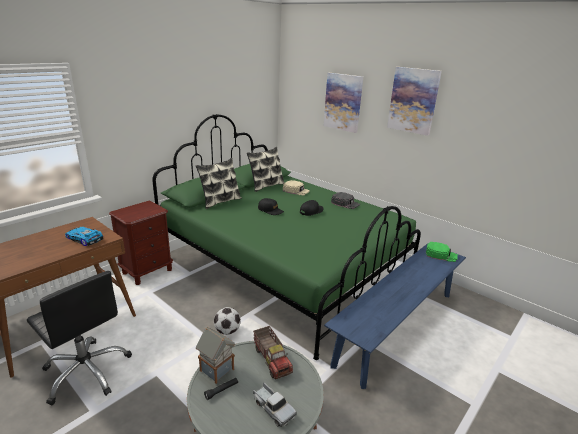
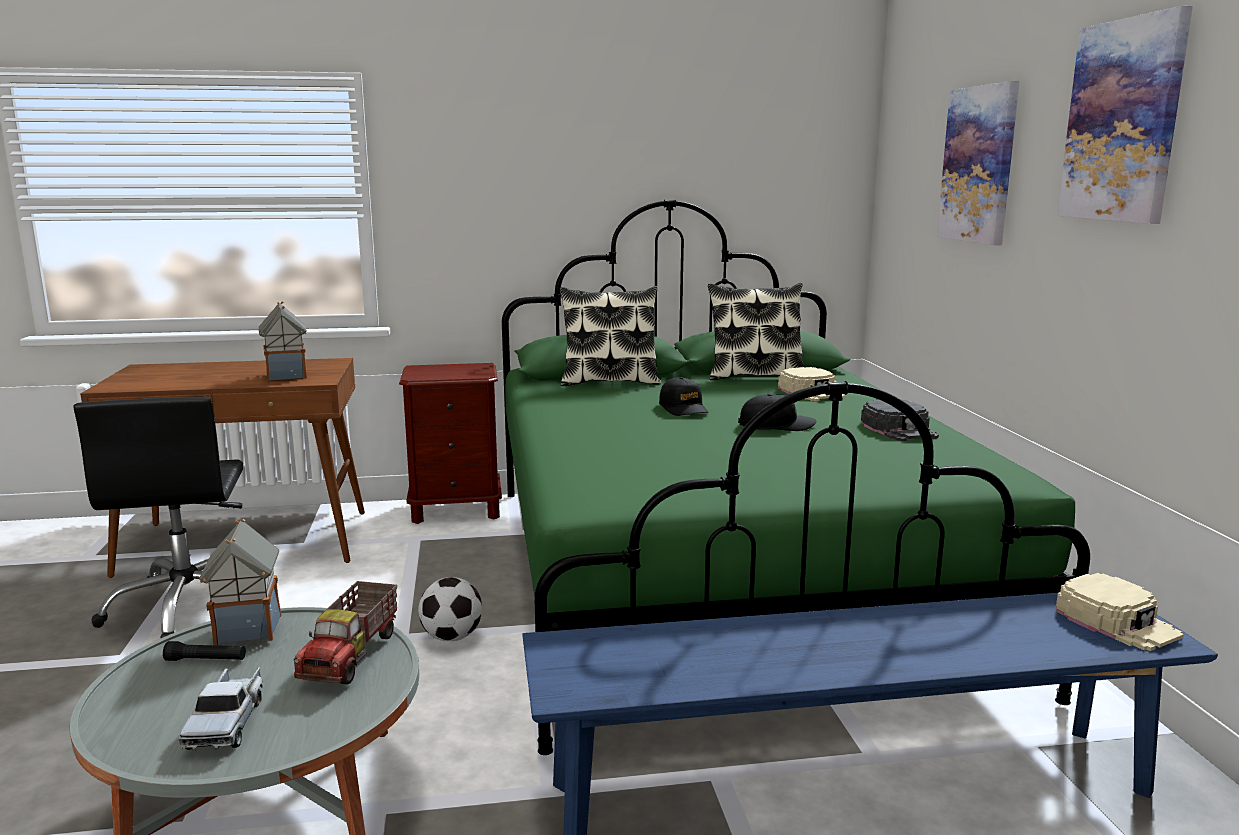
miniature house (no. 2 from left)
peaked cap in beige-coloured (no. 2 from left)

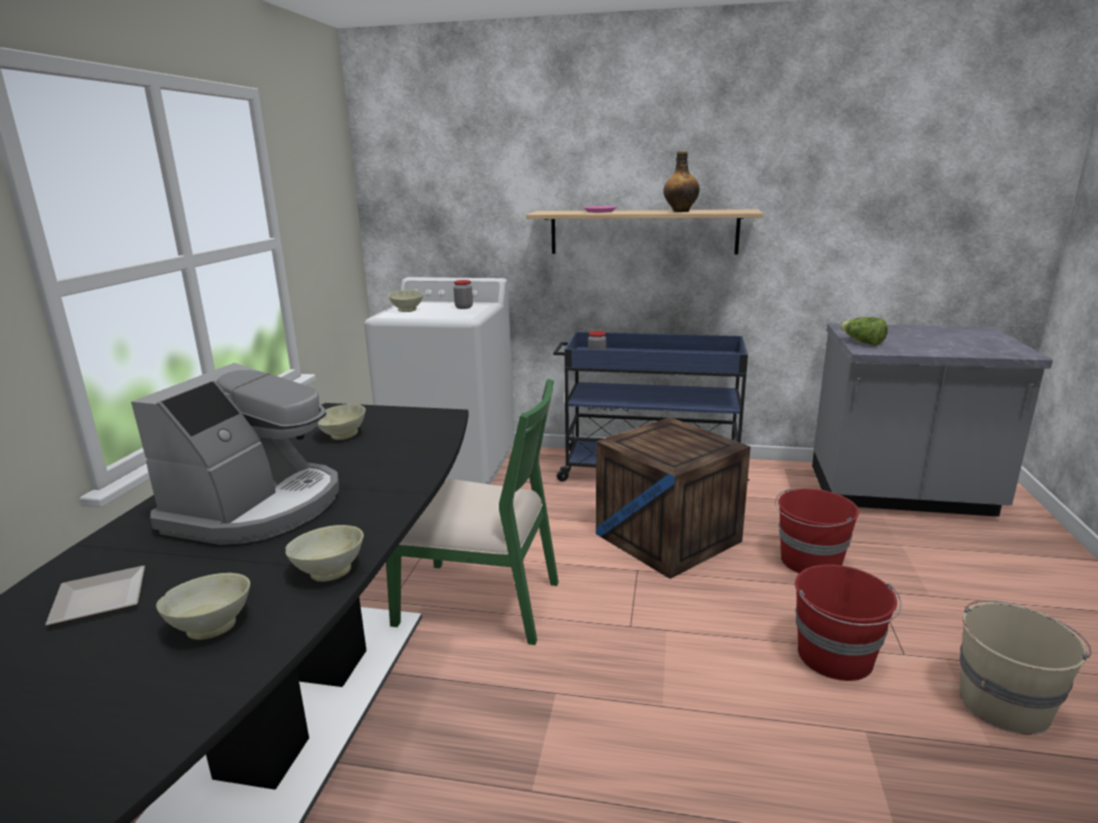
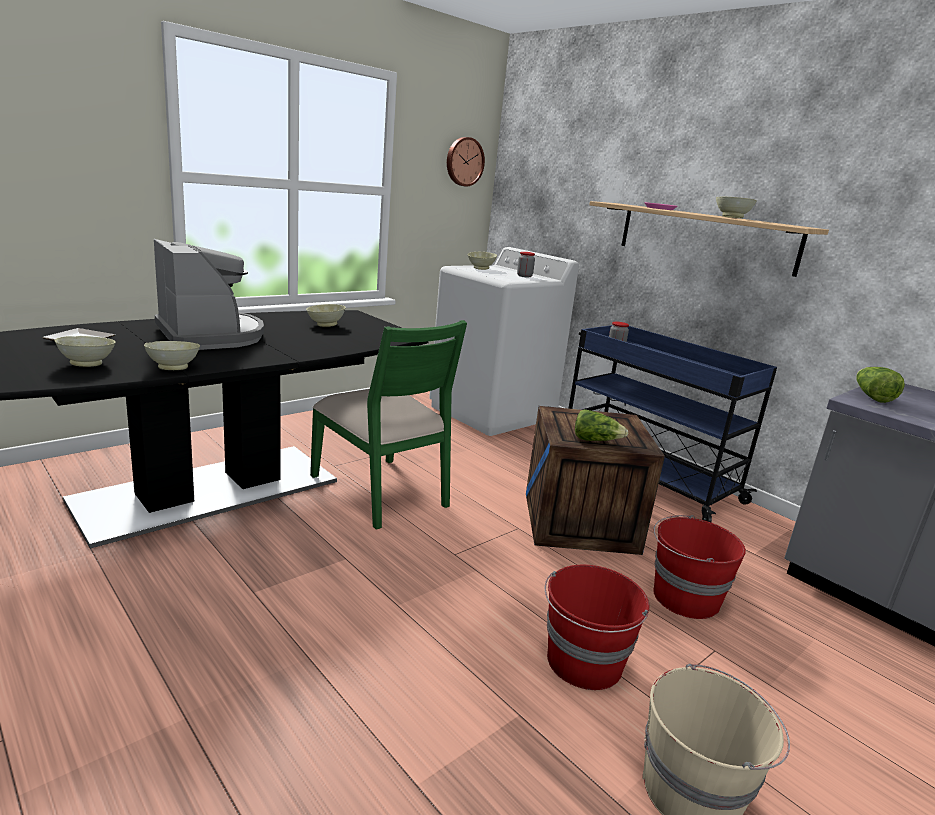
coffee machine
clock on the wall
head of lettuce (no. 1 from left)
serving bowl in beige-coloured (no. 5 from left)

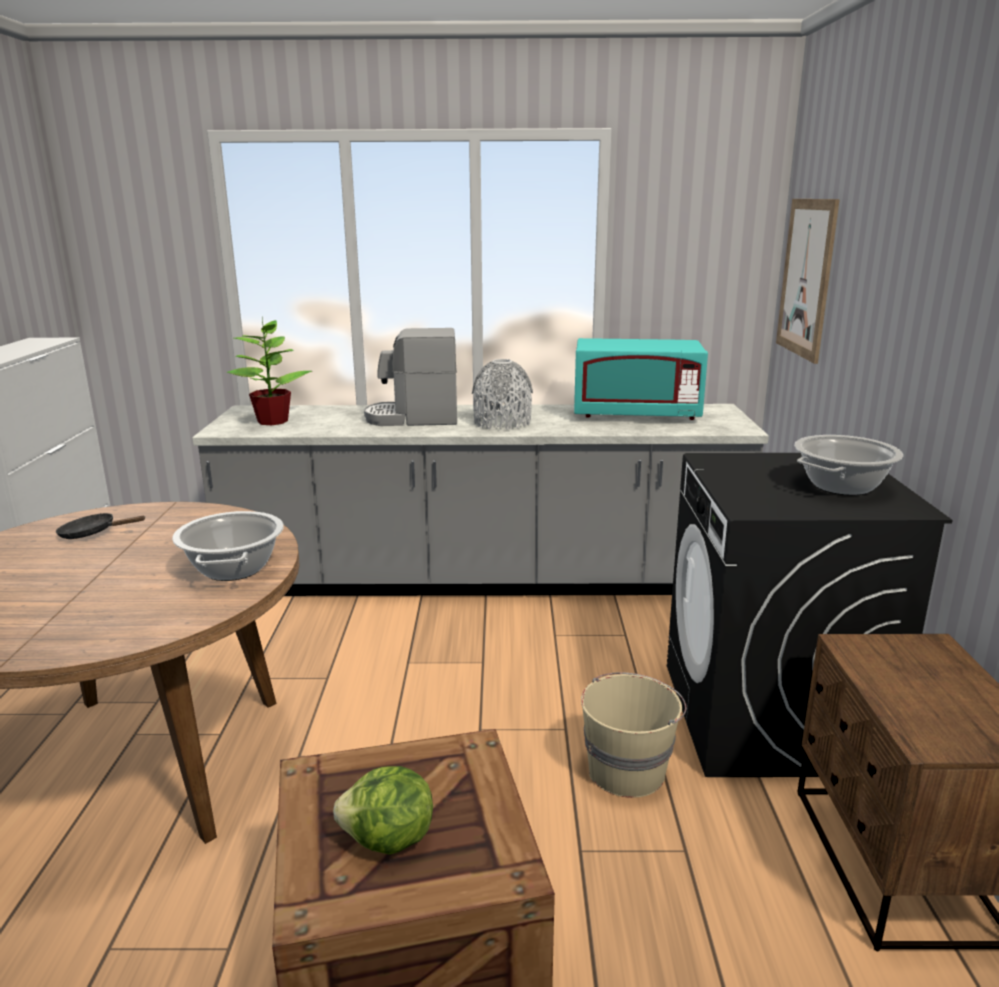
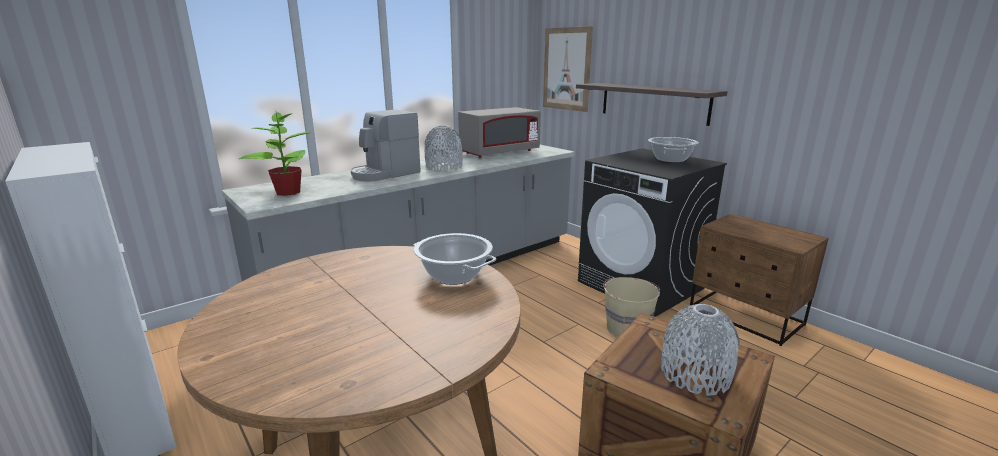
kitchen microwave in gray
bracket shelf
decorative vase in gray (no. 2 from left)
pan in black

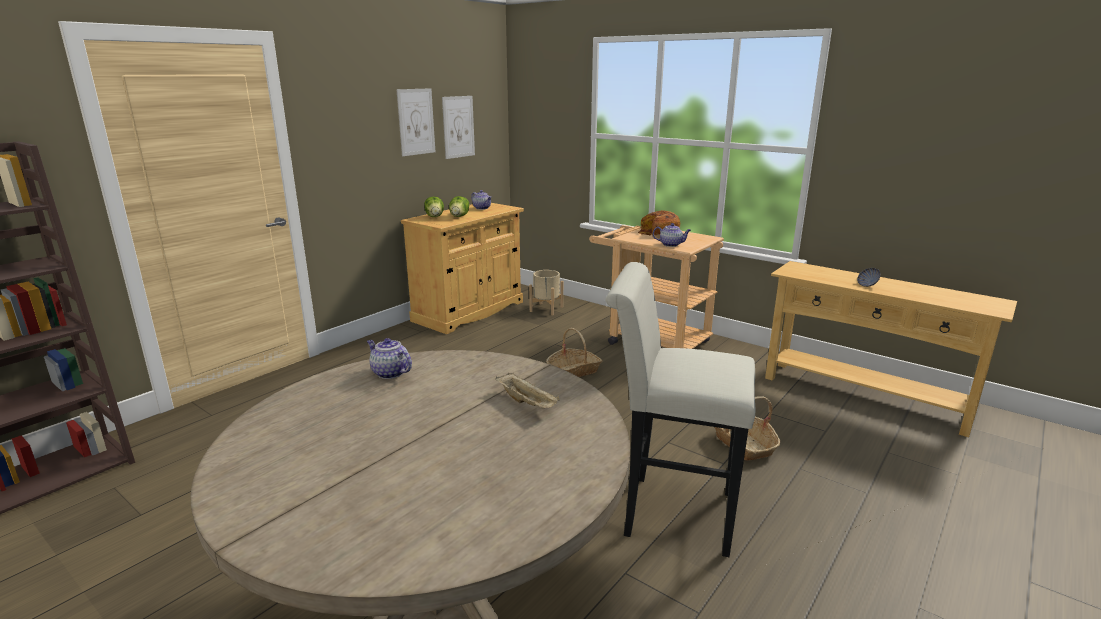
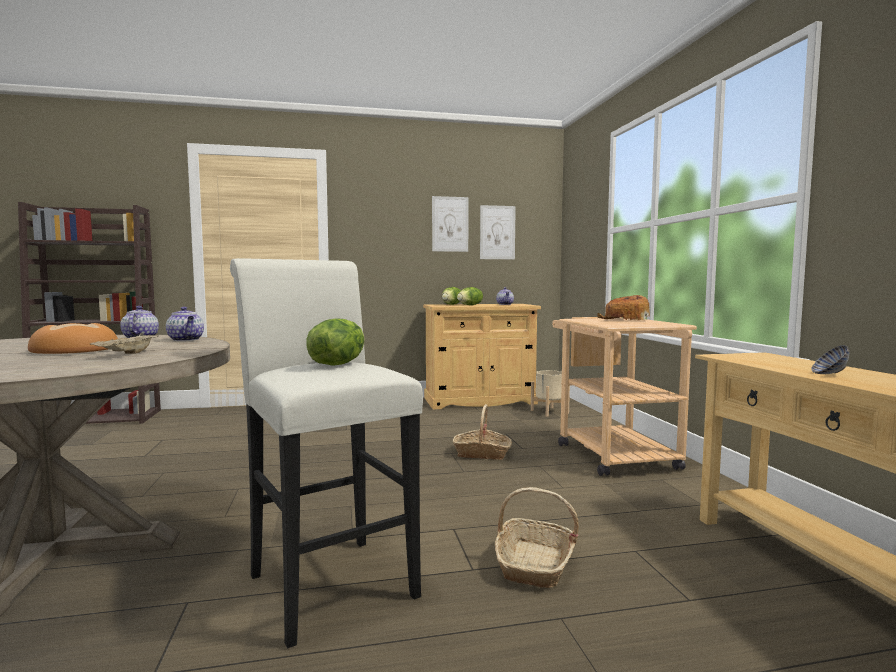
bread (no. 1 from left)
teapot (no. 2 from left)
head of lettuce (no. 1 from left)

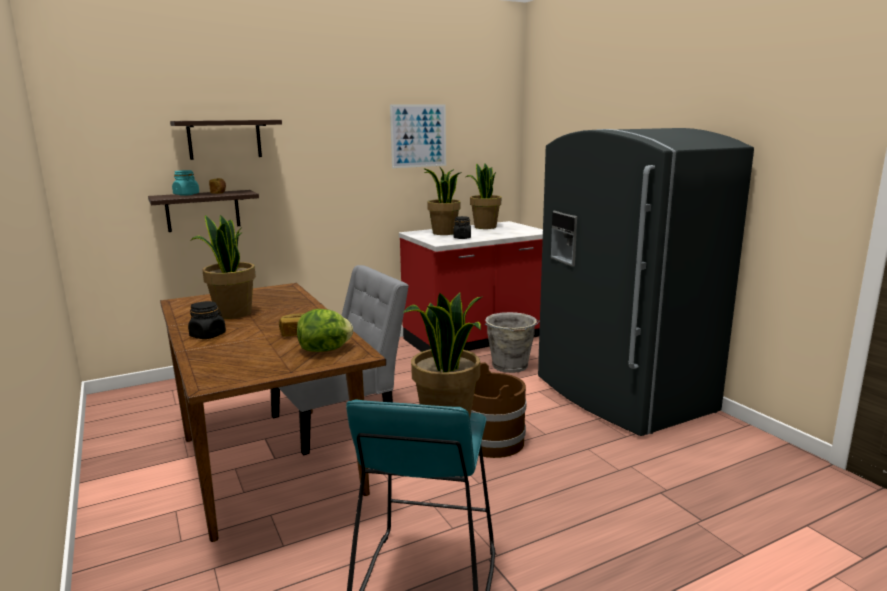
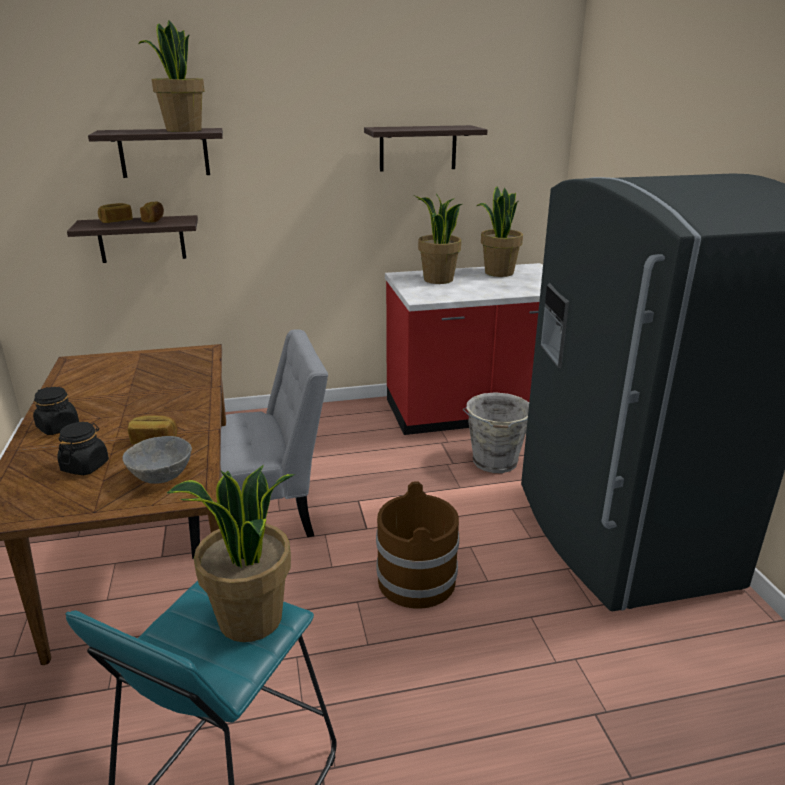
jar in black (no. 2 from left)
bread (no. 1 from left)
serving bowl in gray
potted plant (no. 1 from left)
bracket shelf (no. 3 from left)

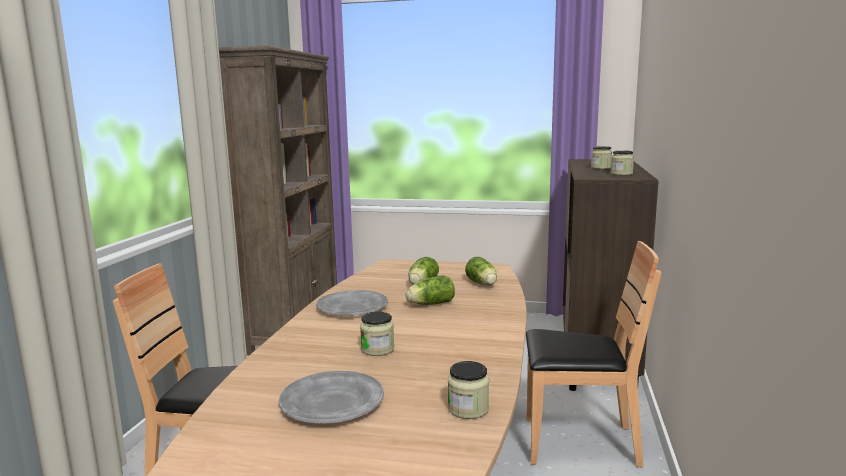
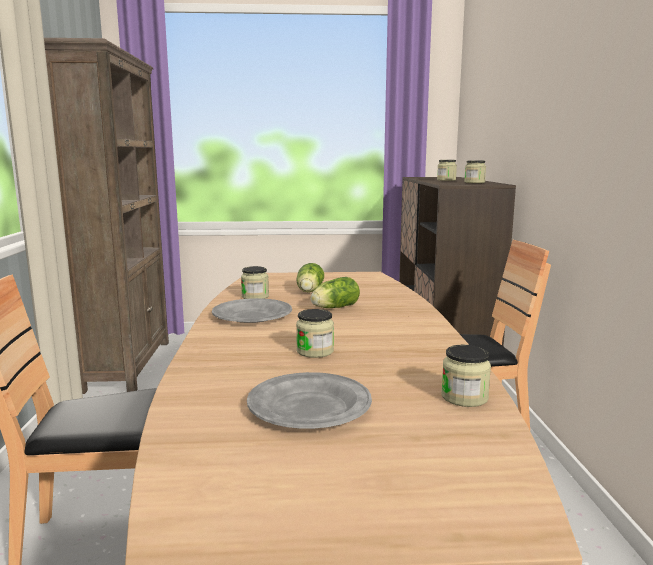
jar (no. 1 from left)
head of lettuce (no. 3 from left in the first image)

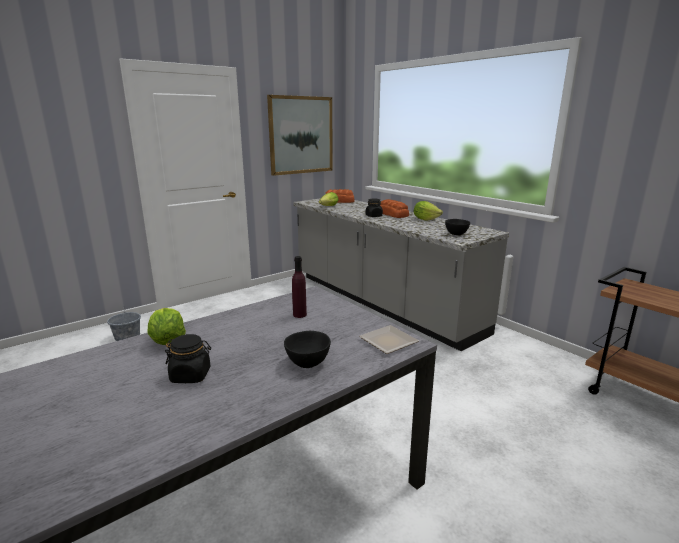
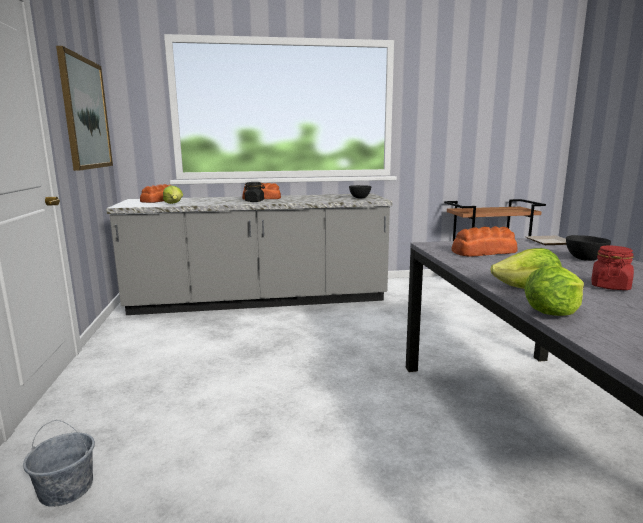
bread (no. 3 from left)
head of lettuce (no. 3 from left)
jar in red

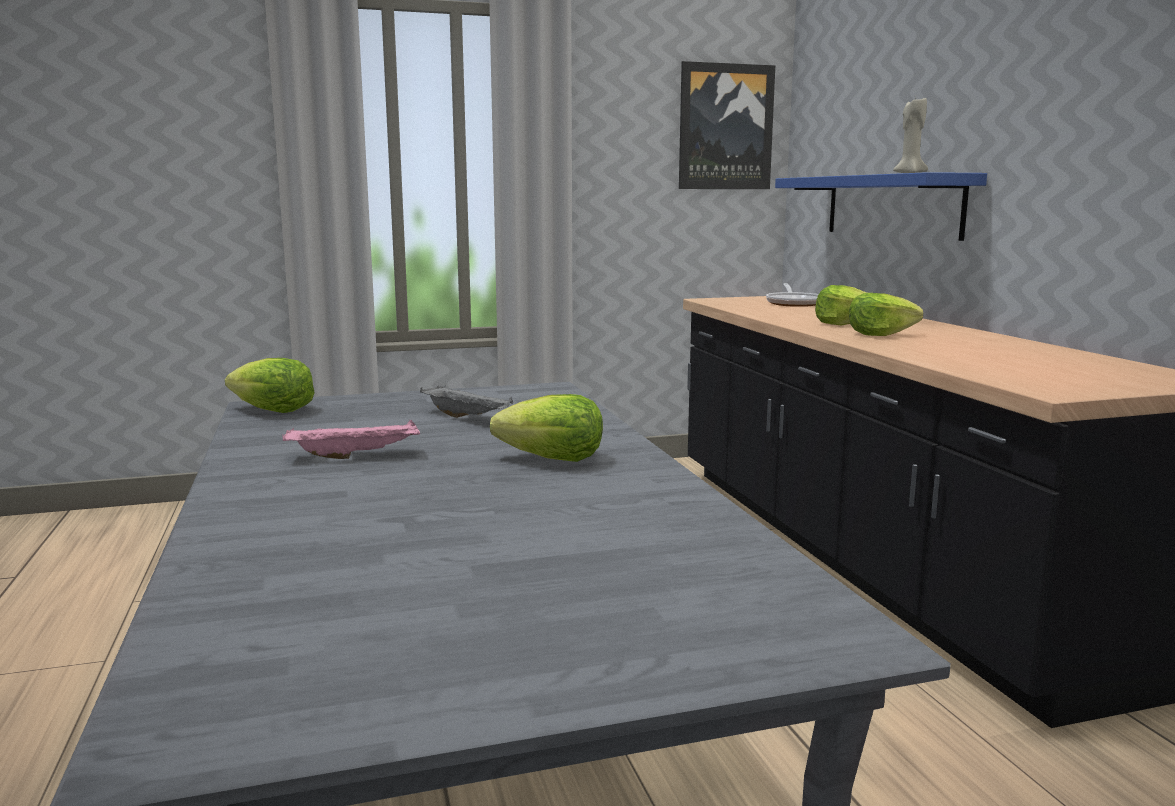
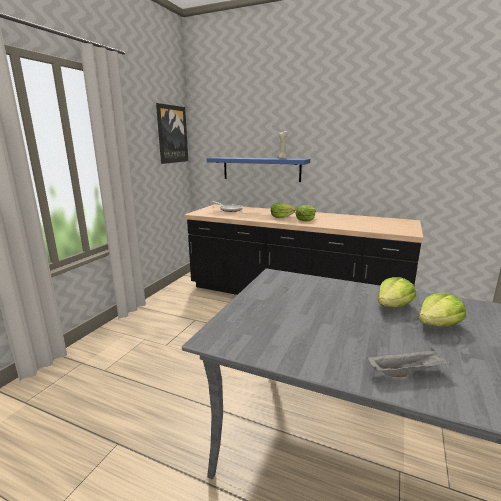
serving tray in gray
head of lettuce (no. 4 from left)
serving tray in pink-coloured

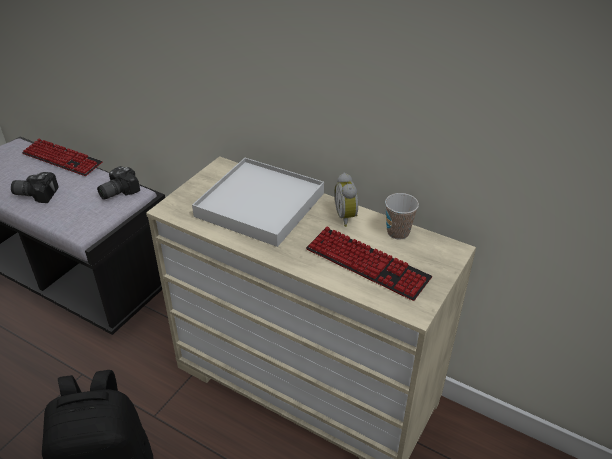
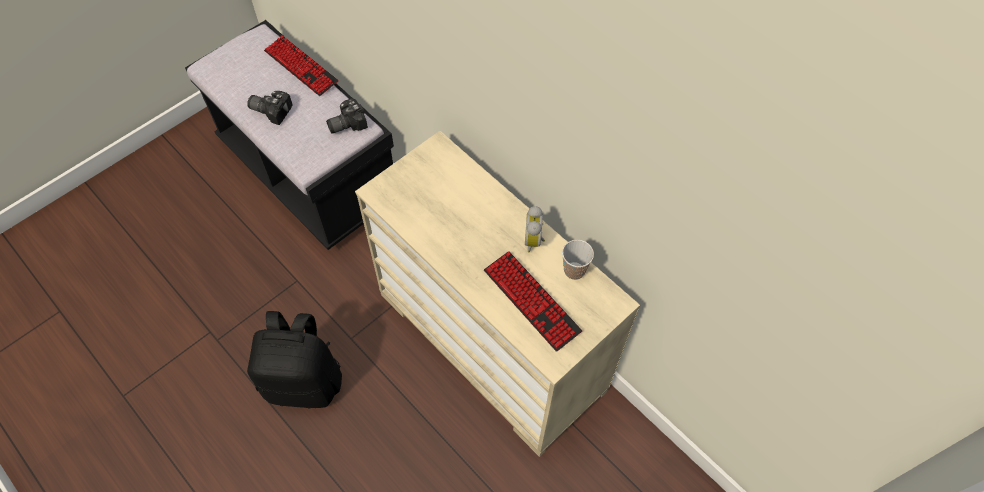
serving tray in white

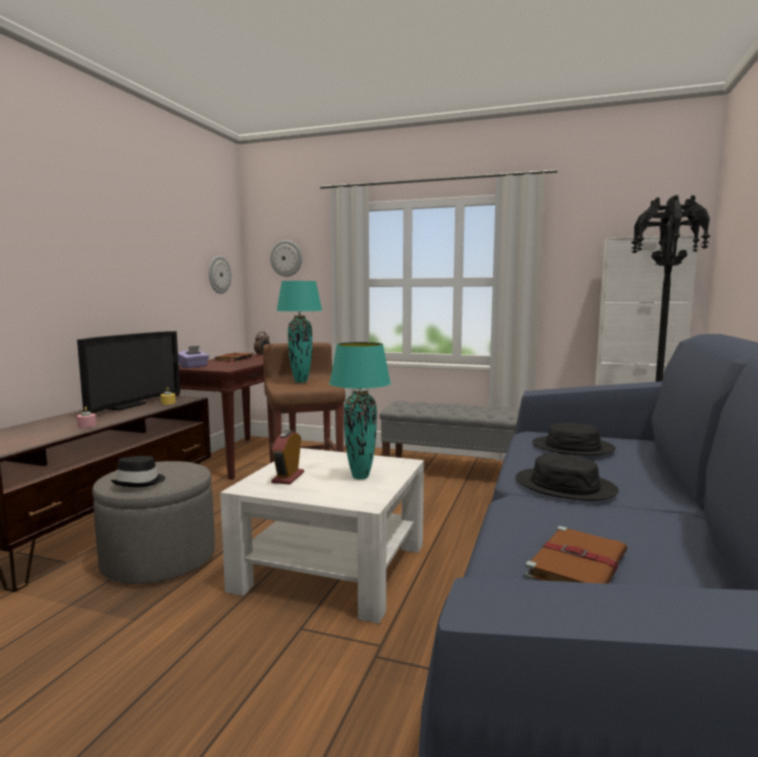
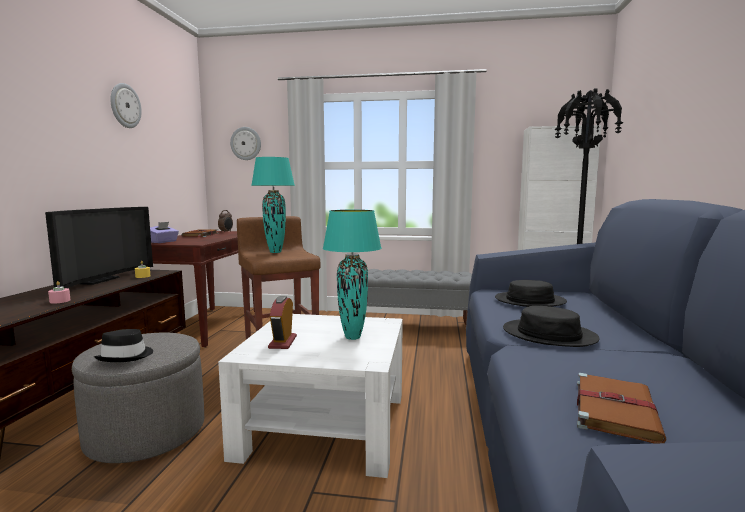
clock on the wall (no. 1 from left)

